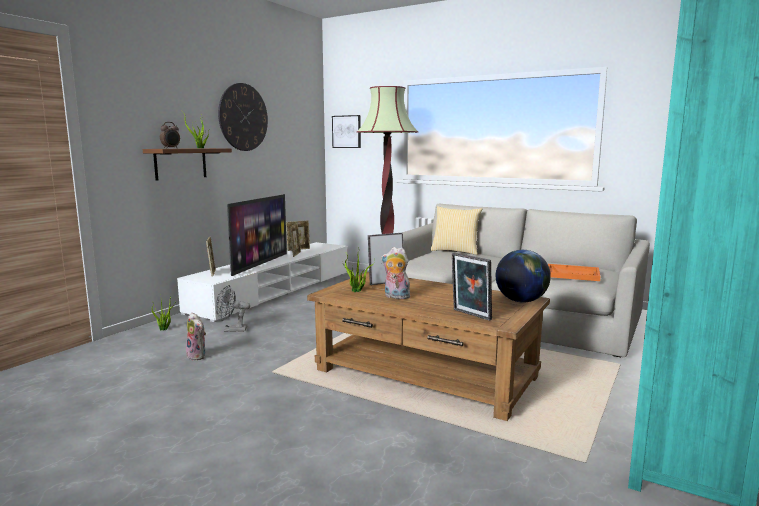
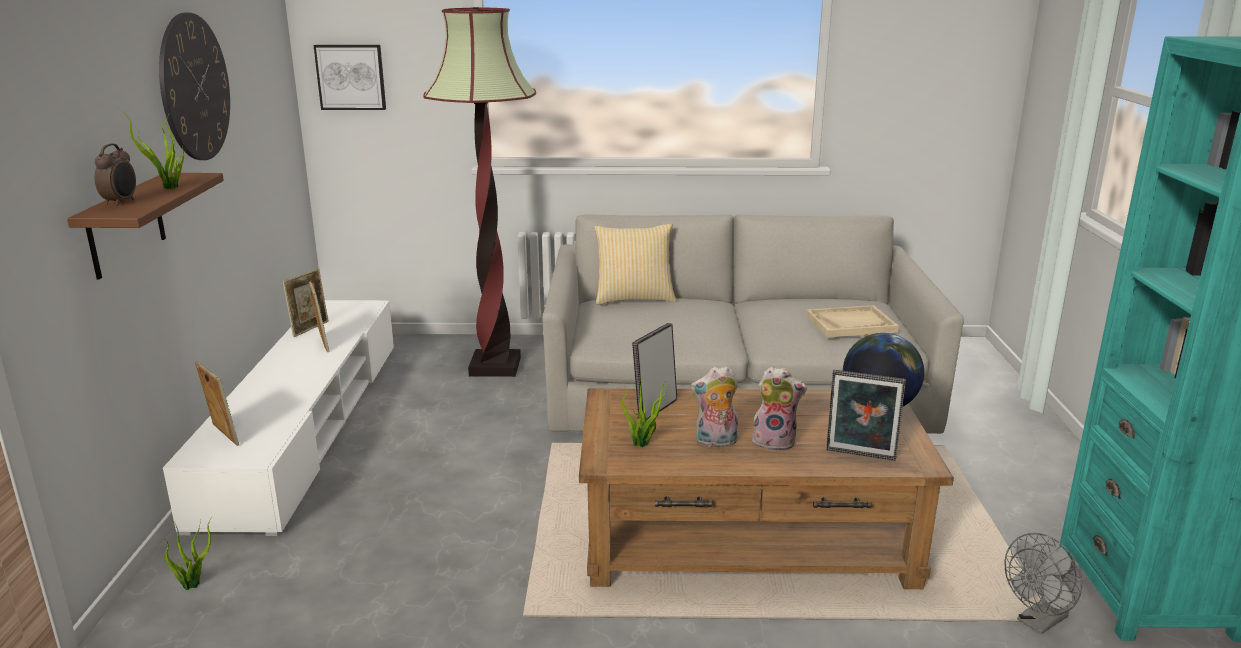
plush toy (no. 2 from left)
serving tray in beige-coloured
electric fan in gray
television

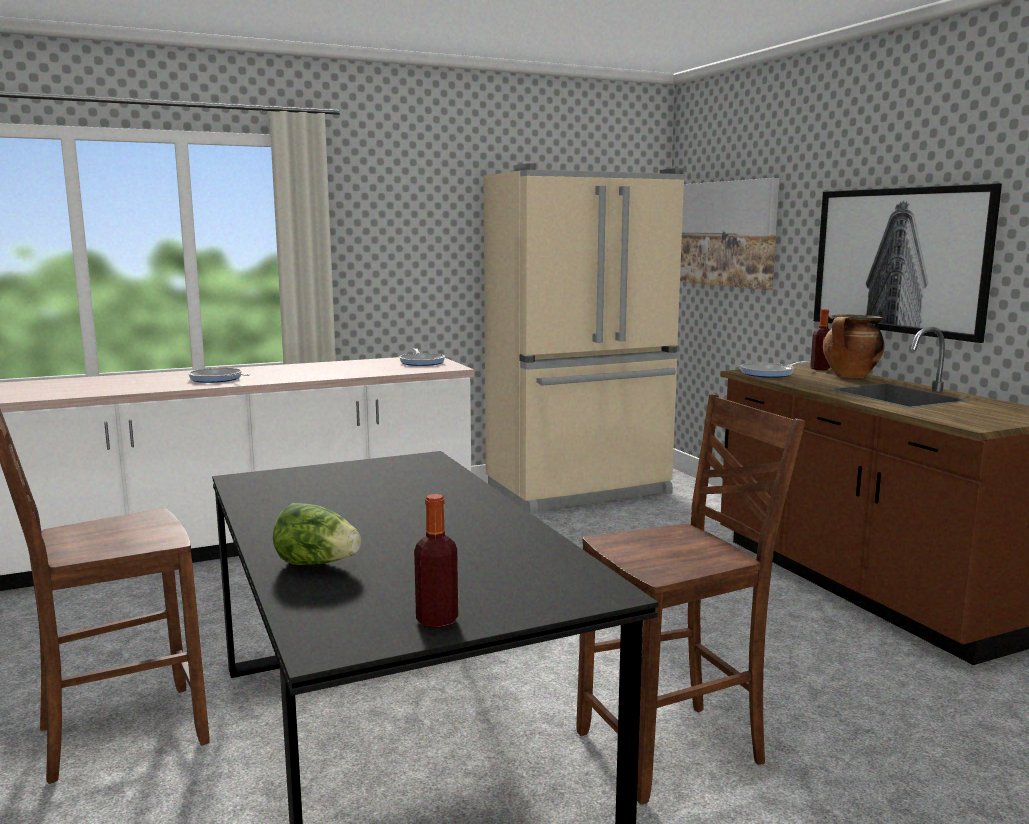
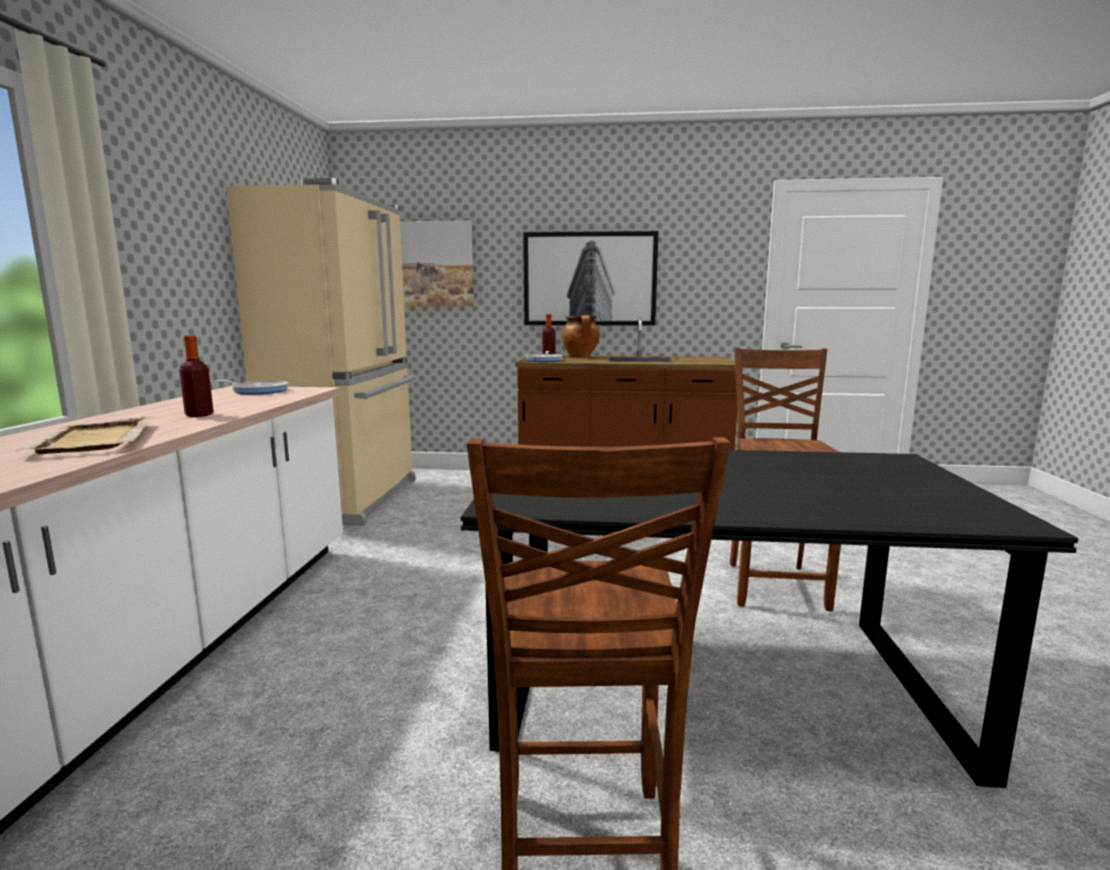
serving tray in beige-coloured
bottle (no. 1 from left)
head of lettuce

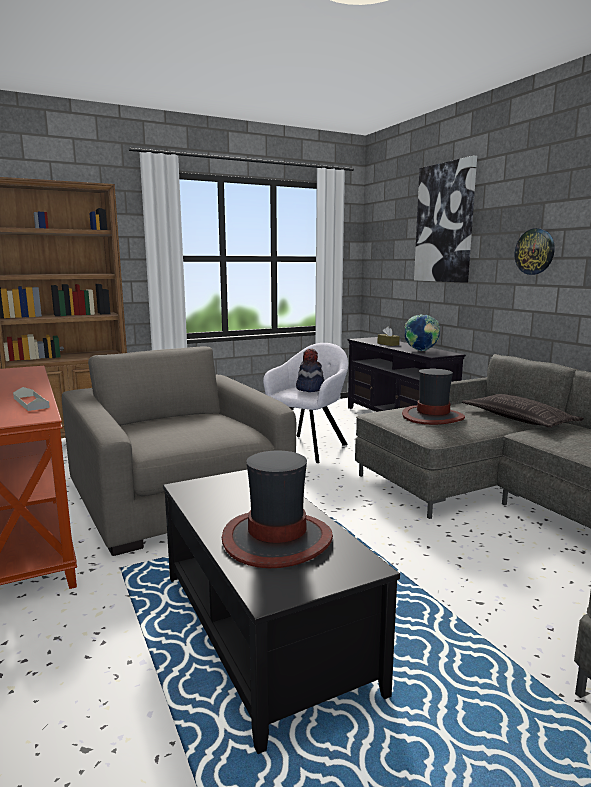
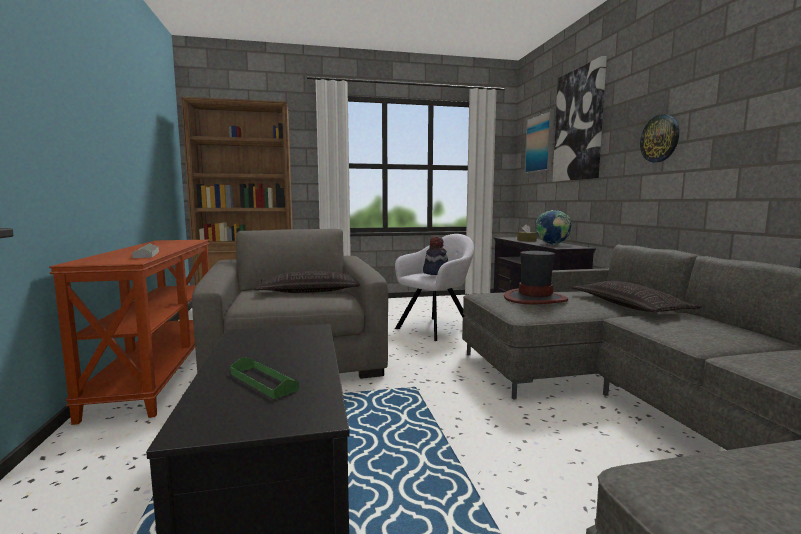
serving tray in green
pillow (no. 1 from left)
wall picture (no. 1 from left)

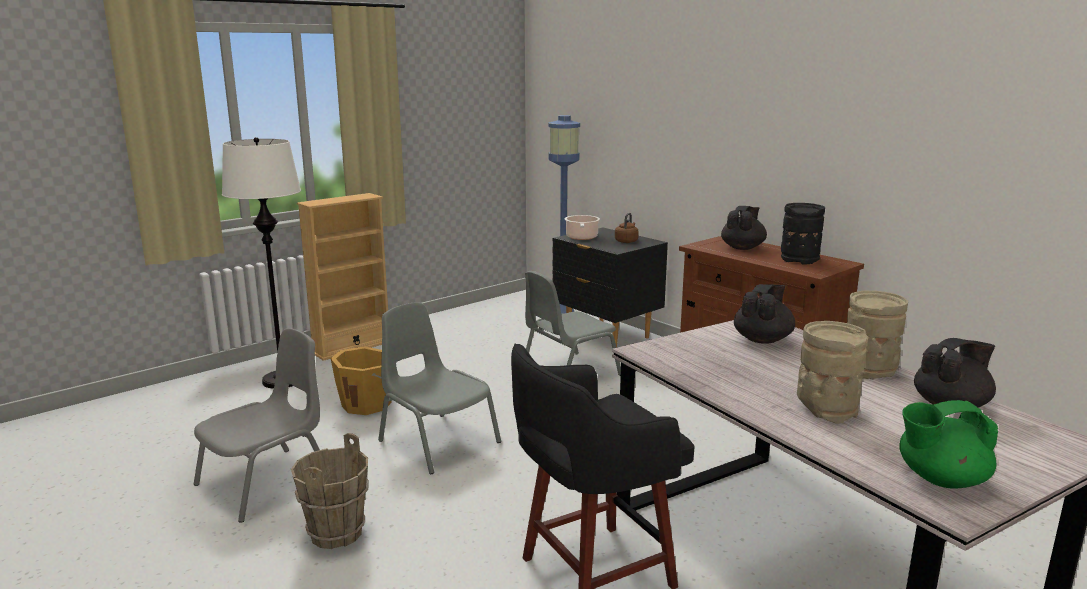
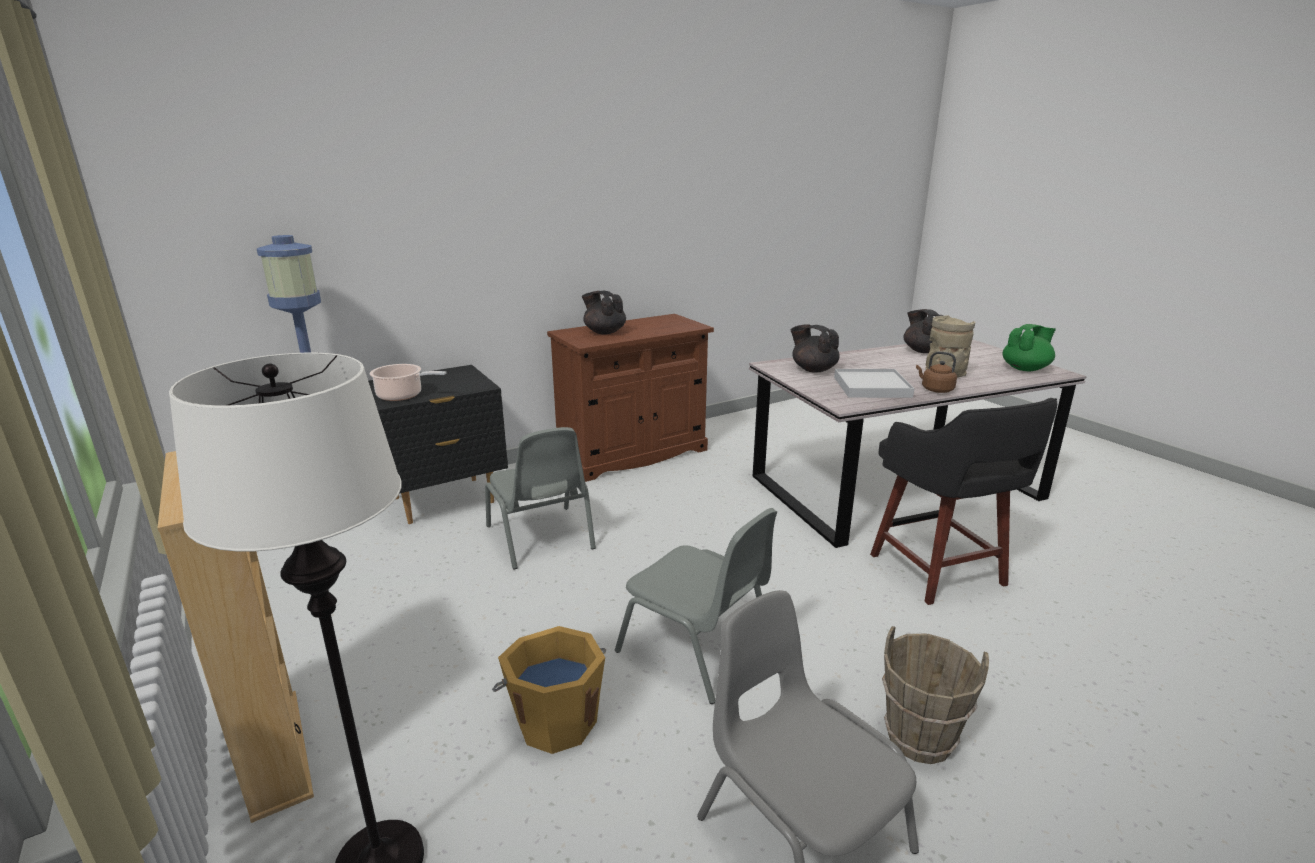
chair in gray (no. 2 from left)
serving tray in white
water kettle in brownish
teapot in green
decorative vase in black
decorative vase in beige-coloured (no. 2 from left in the first image)

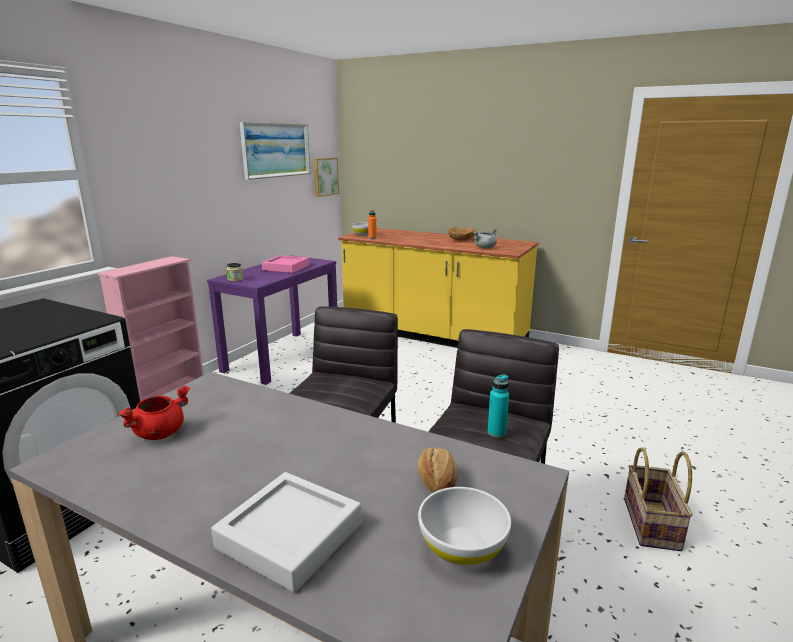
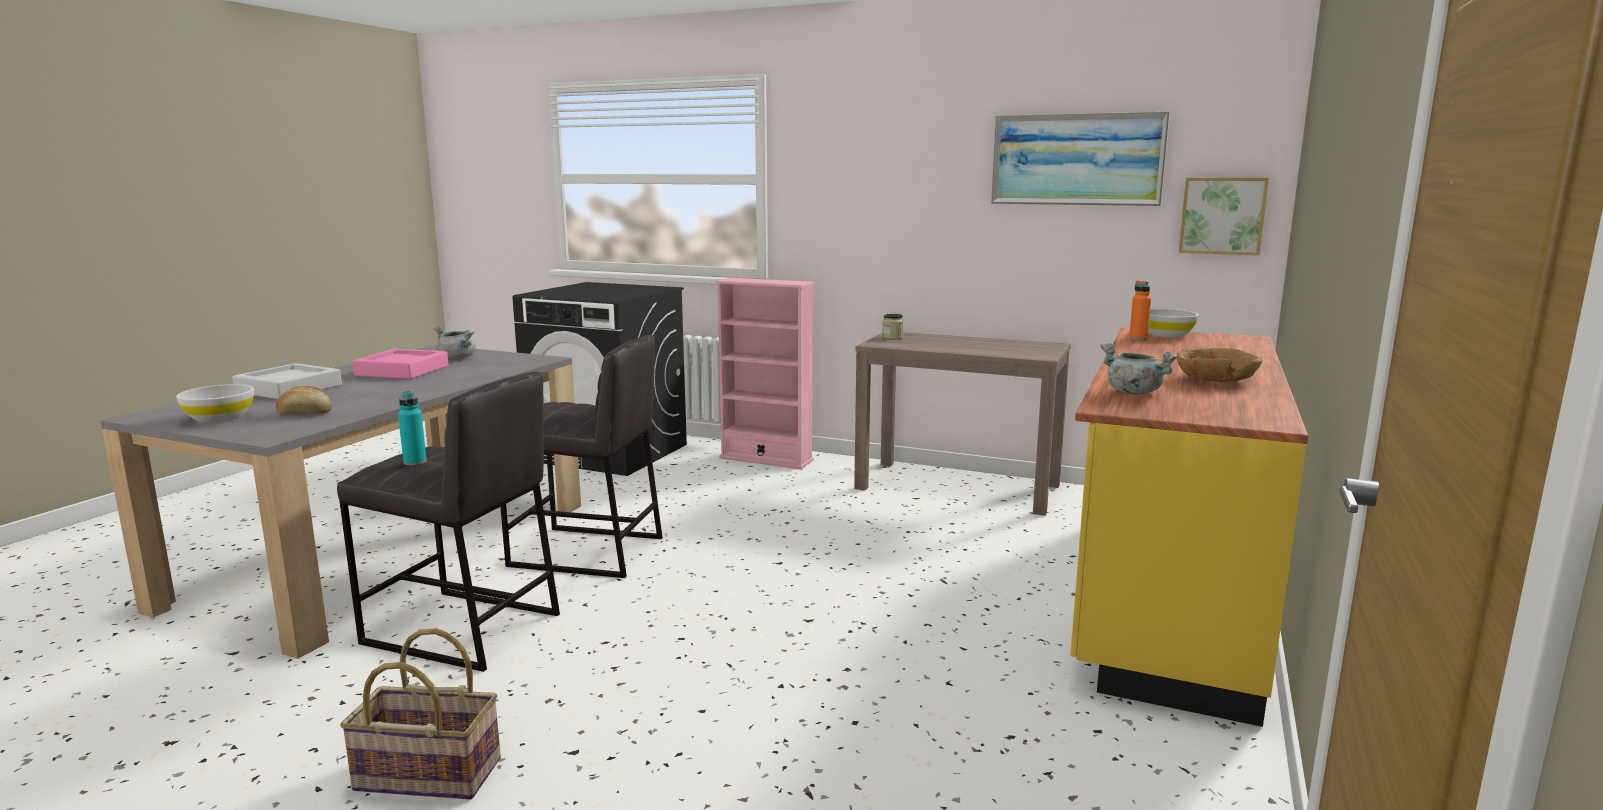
serving tray in pink-coloured
stockpot in gray (no. 1 from left)
narrow table in brownish

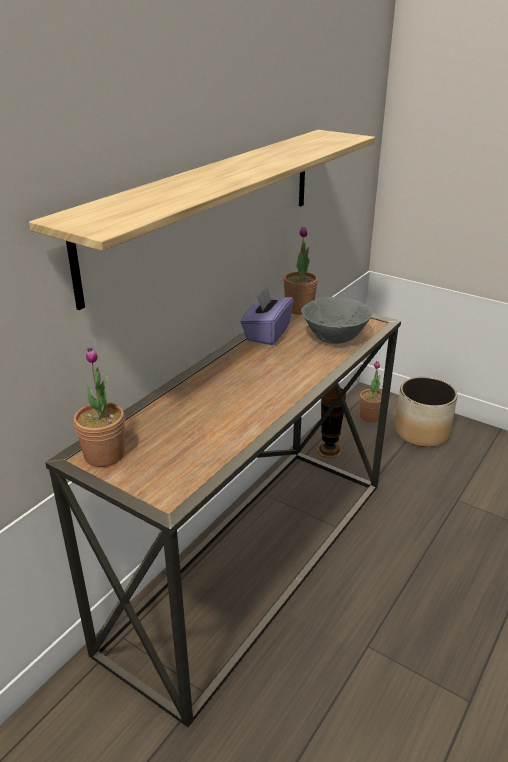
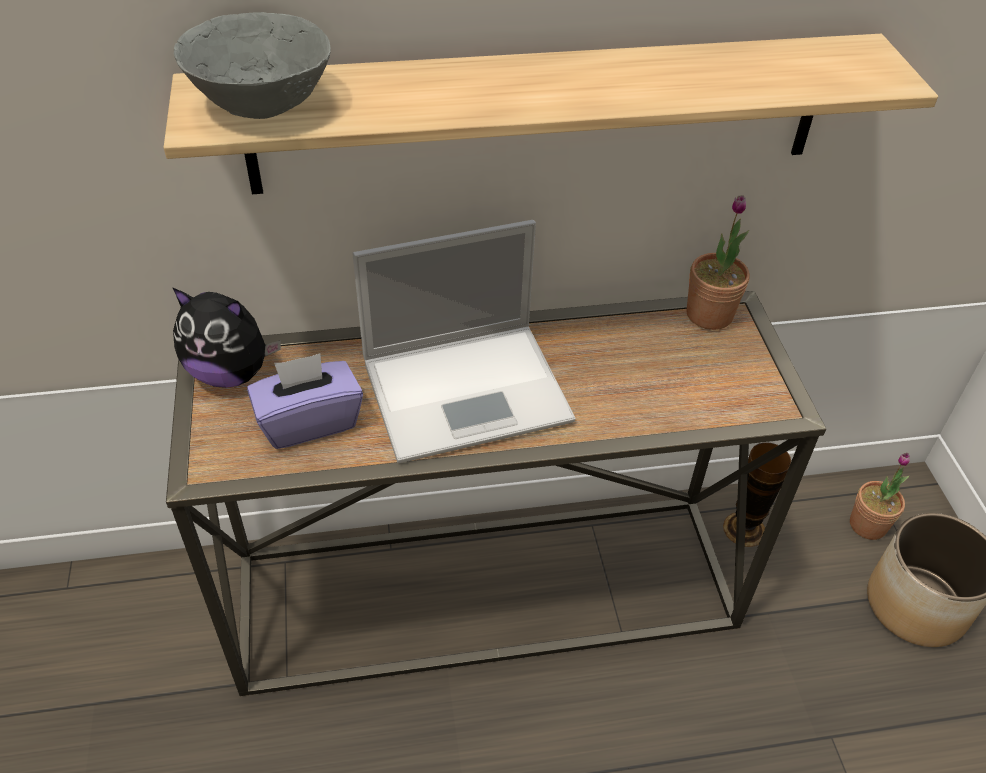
plush toy
serving bowl in gray
tissue box in purple-coloured
laptop

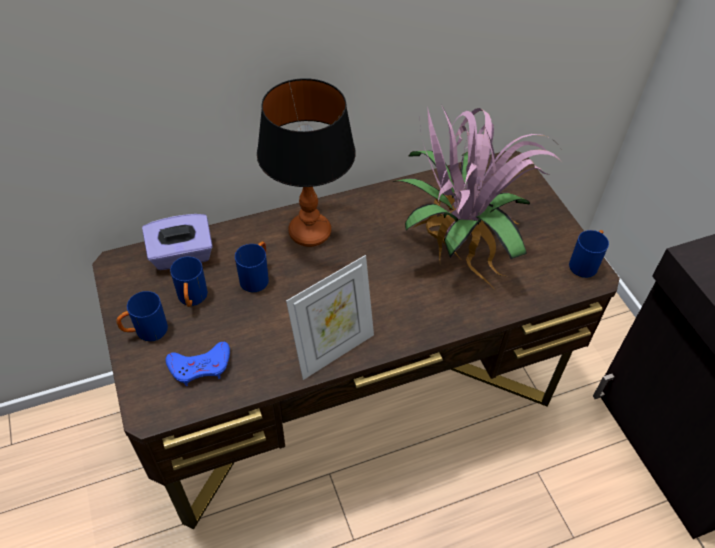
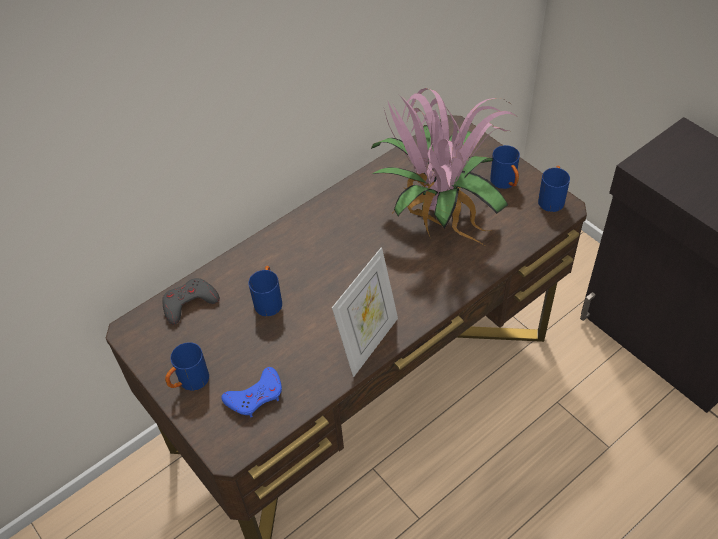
game controller in gray
tea mug in blue (no. 3 from left)
tabletop lamp

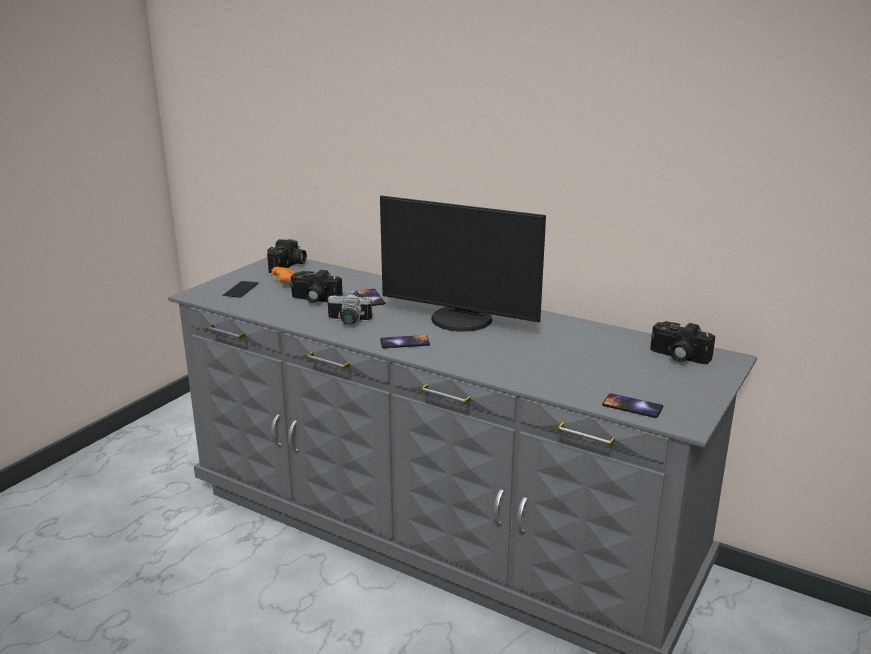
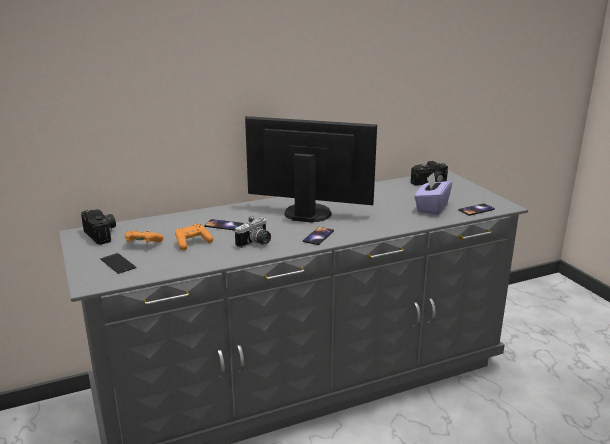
game controller in orange (no. 2 from left)
monitor
tissue box in purple-coloured

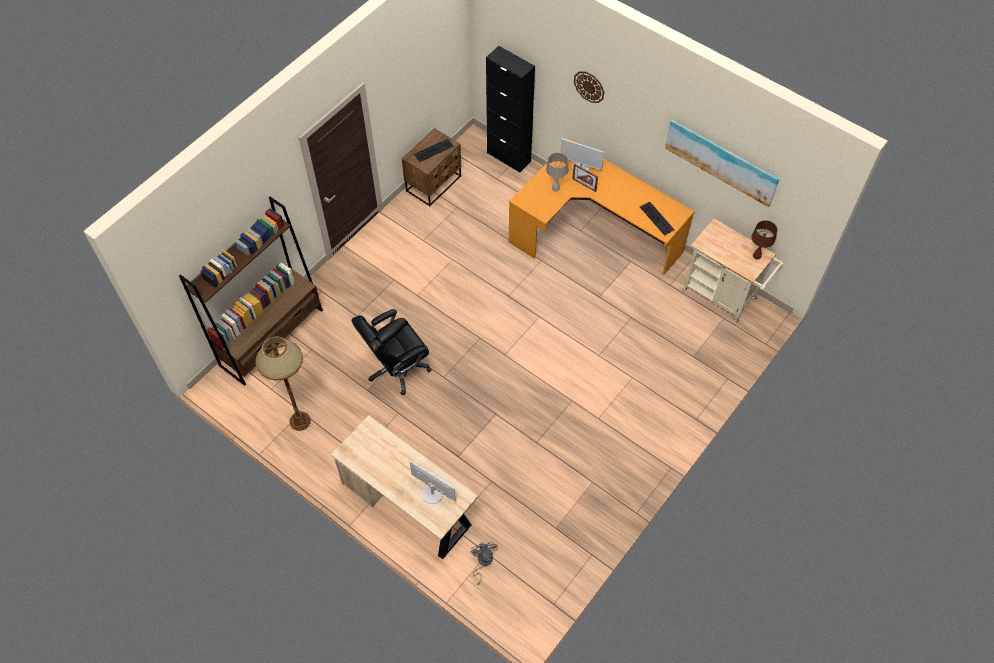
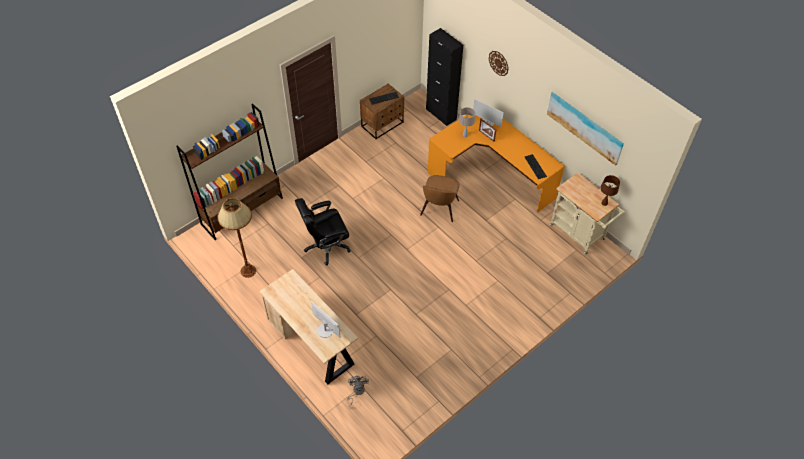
chair in brownish

